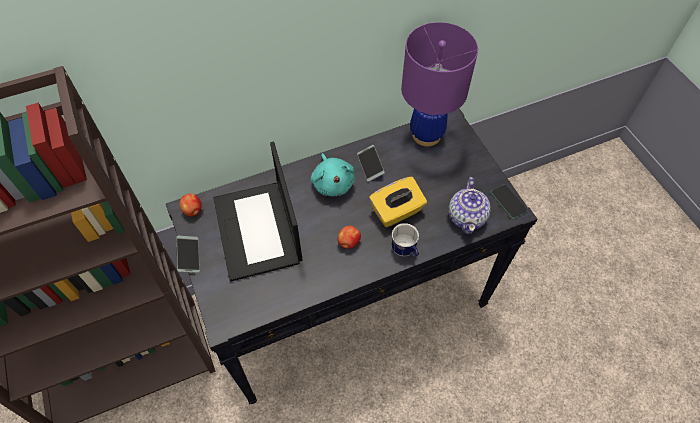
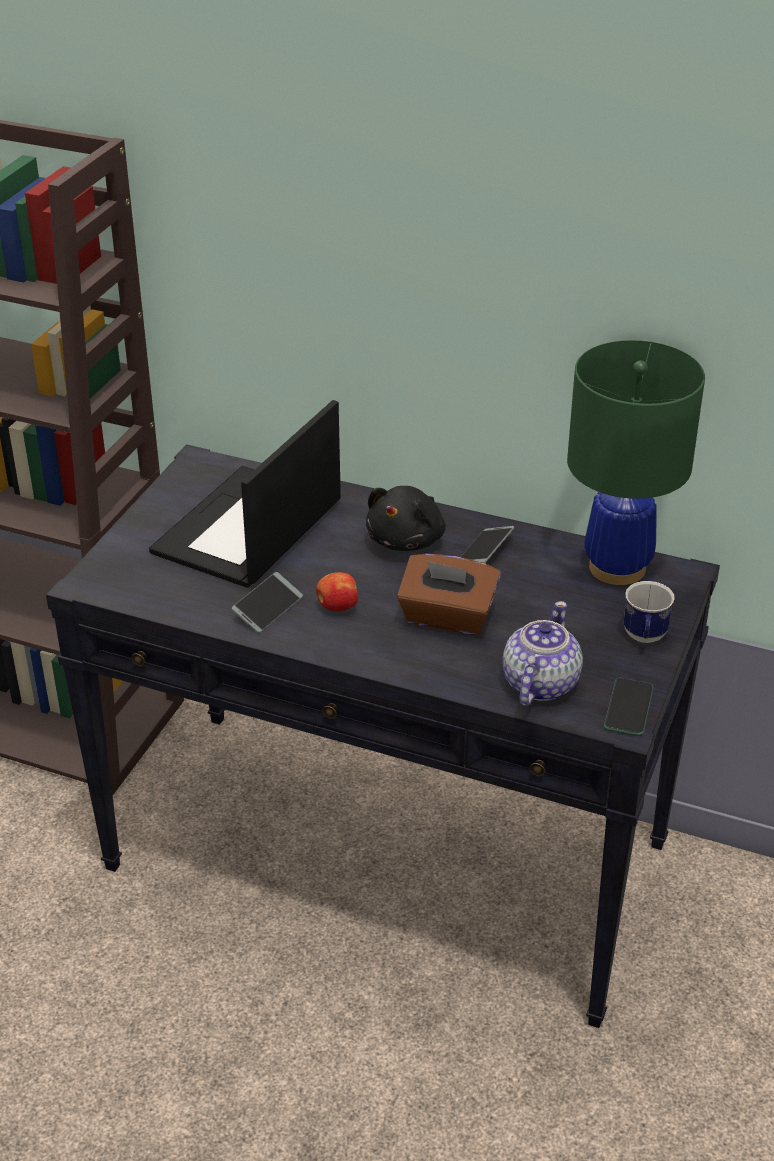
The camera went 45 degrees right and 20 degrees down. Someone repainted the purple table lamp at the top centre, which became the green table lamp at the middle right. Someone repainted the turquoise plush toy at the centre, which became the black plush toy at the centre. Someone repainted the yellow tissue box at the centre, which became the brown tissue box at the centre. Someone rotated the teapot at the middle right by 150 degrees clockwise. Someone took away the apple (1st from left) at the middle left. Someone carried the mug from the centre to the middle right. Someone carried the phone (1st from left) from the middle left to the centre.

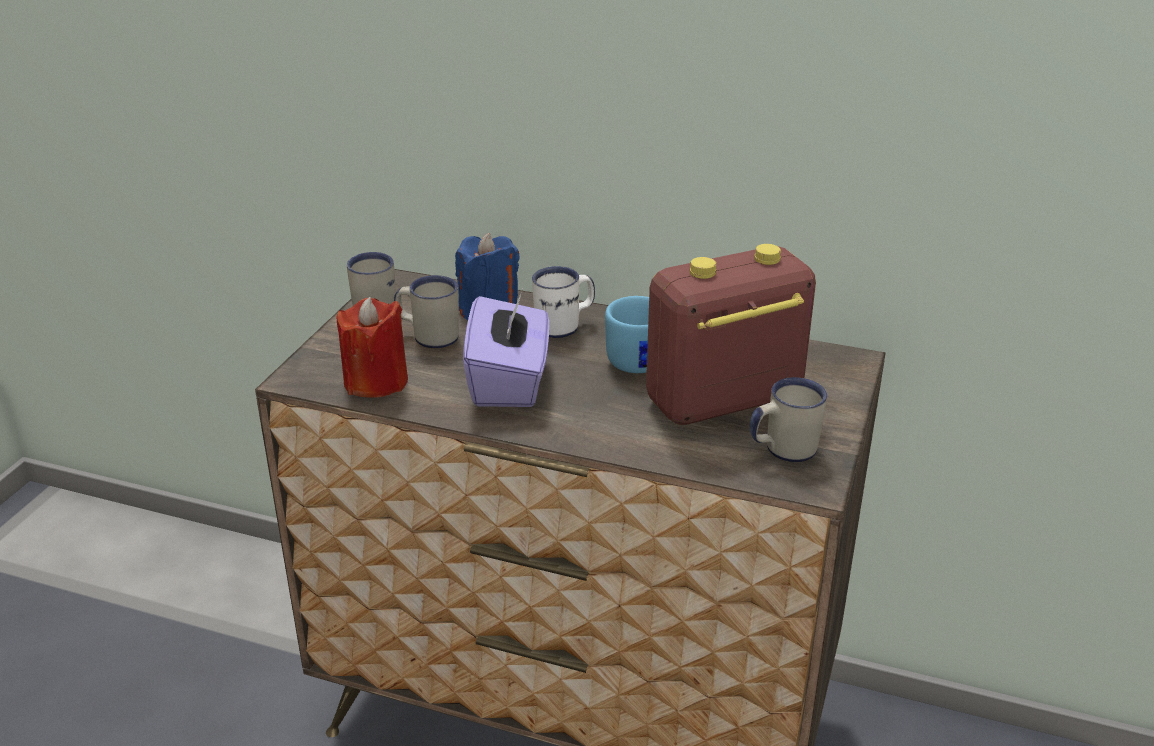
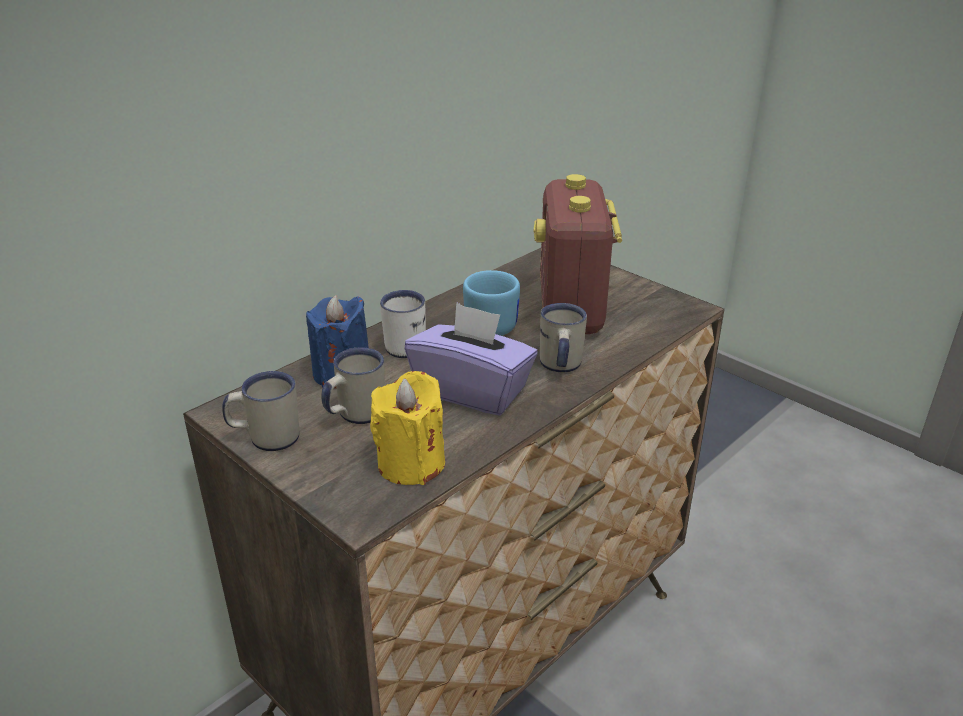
The camera went 65 degrees left and 0 degrees up. Someone repainted the red candle at the middle left, which became the yellow candle at the centre. Someone carried the white mug (4th from left) from the middle right to the centre.

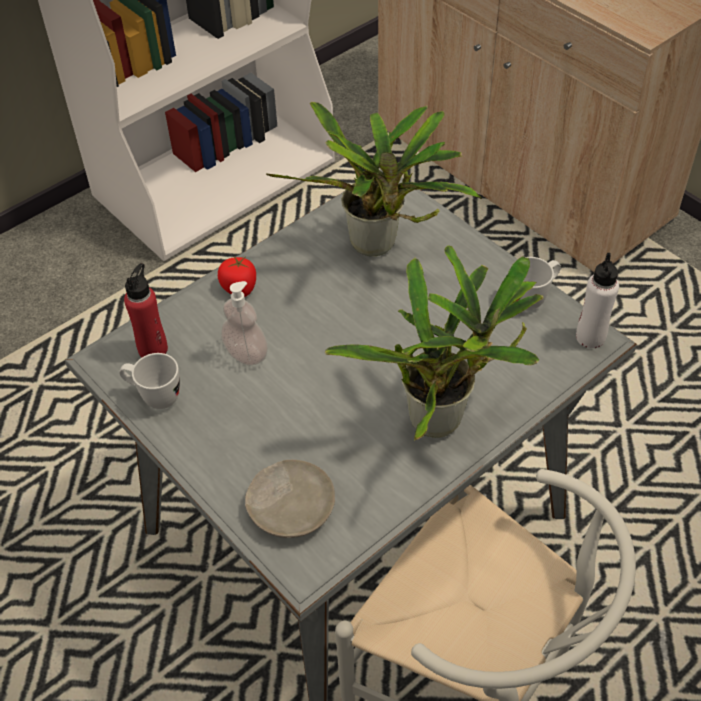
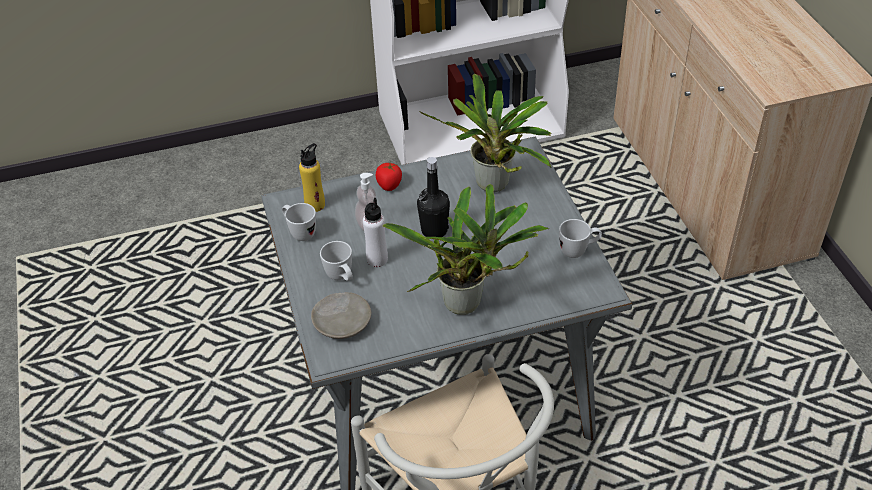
The camera went 25 degrees right and 5 degrees down. Someone carried the white bottle from the middle right to the centre. Someone repainted the red bottle at the middle left, which became the yellow bottle at the centre. Someone put down the black bottle at the centre. Someone put down the white mug (2nd from left) at the centre.

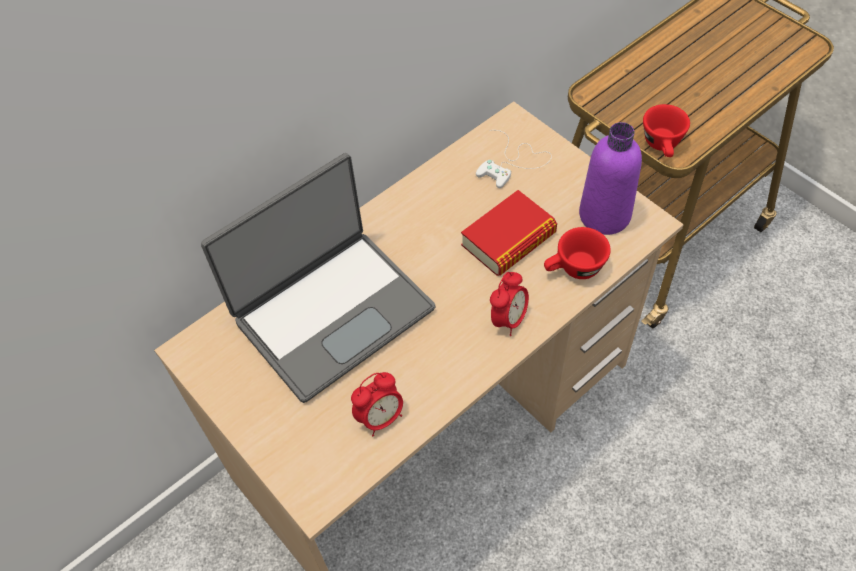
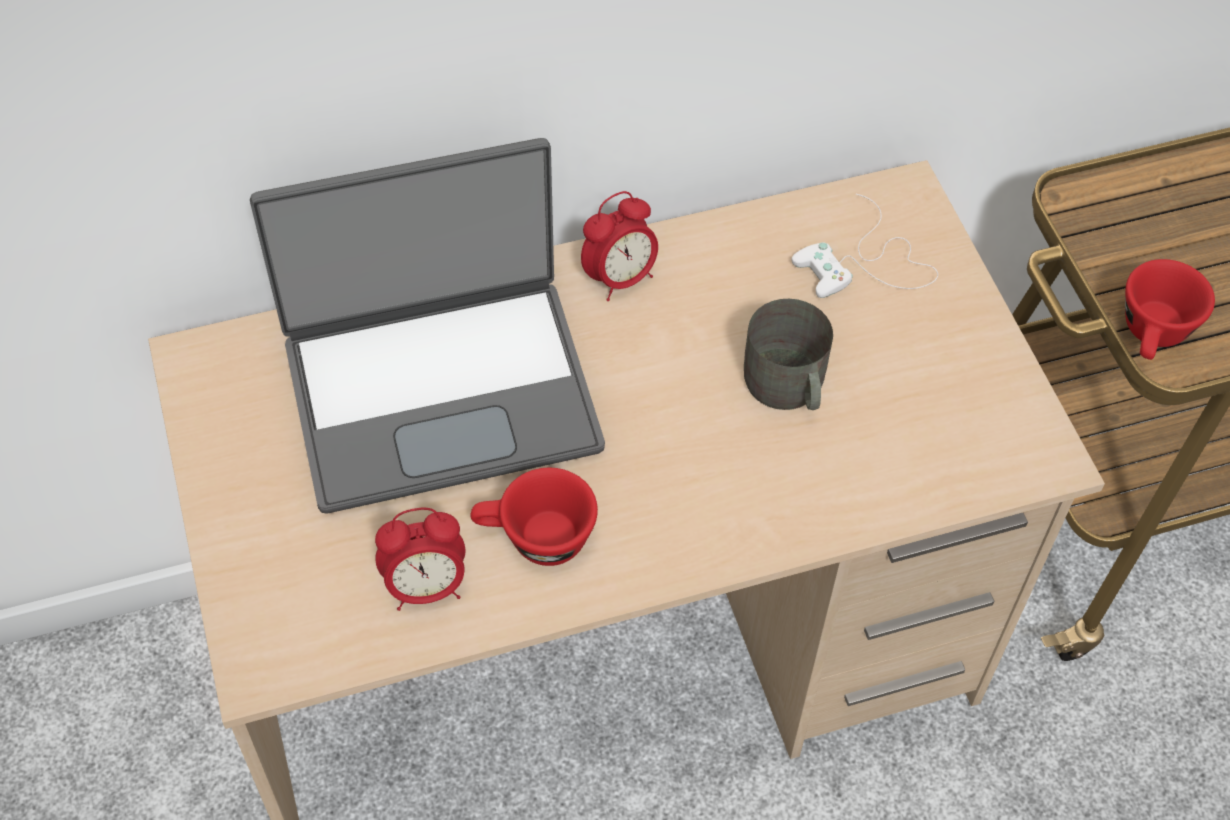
The camera went 20 degrees right and 0 degrees up. Someone took away the purple bottle at the top right. Someone swapped the book at the centre for the grey mug at the centre. Someone carried the red cup (1st from left) from the middle right to the centre. Someone carried the alarm clock (2nd from left) from the centre to the top centre.

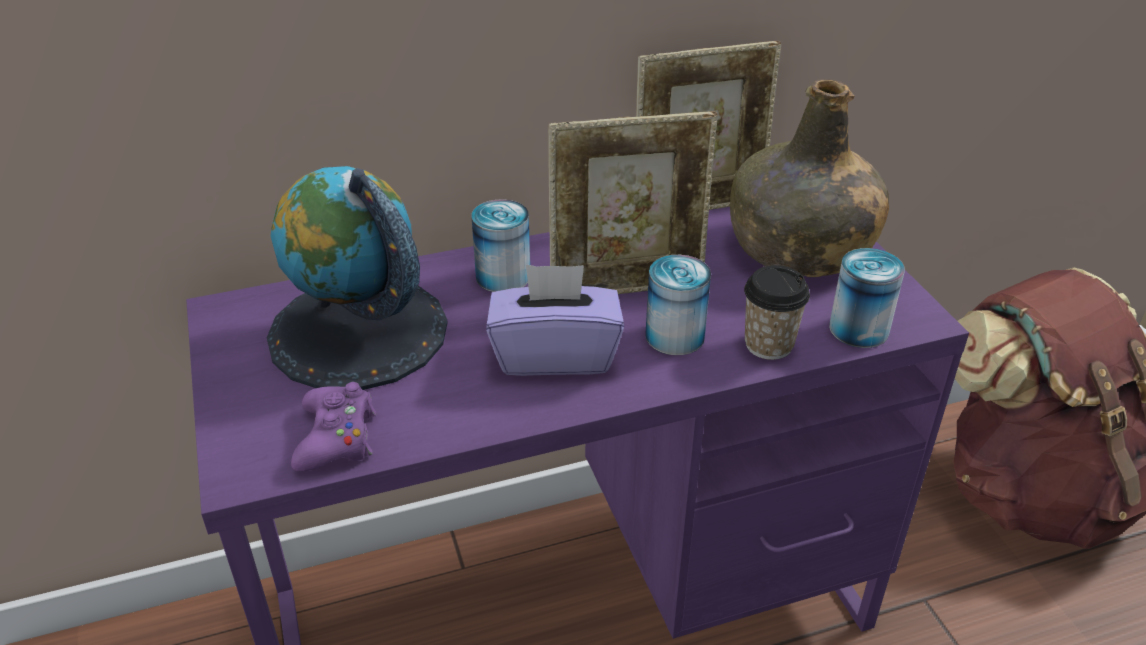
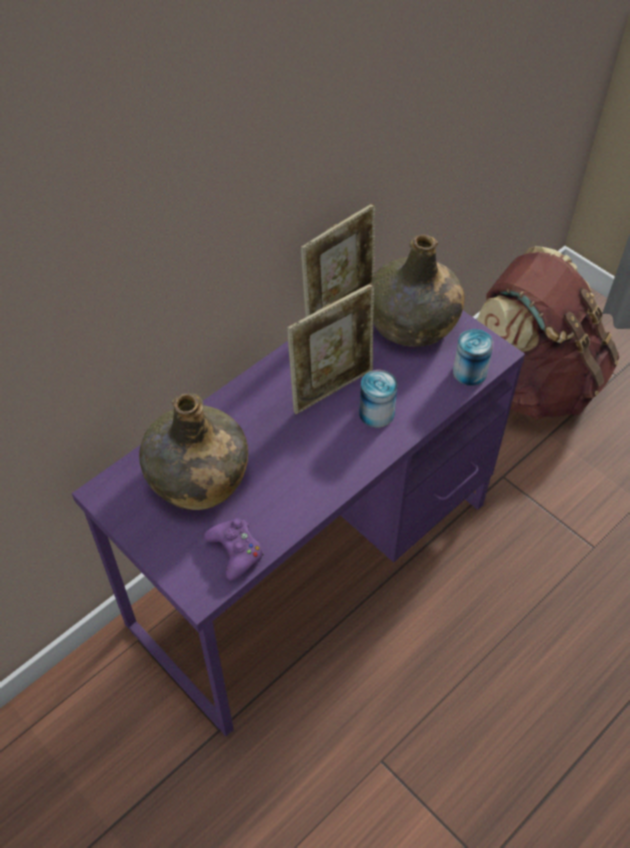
The camera went 25 degrees left and 15 degrees up. Someone swapped the globe at the middle left for the green bottle (1st from left) at the middle left. Someone took away the can (1st from left) at the centre. Someone took away the purple tissue box at the centre. Someone took away the cup at the middle right.

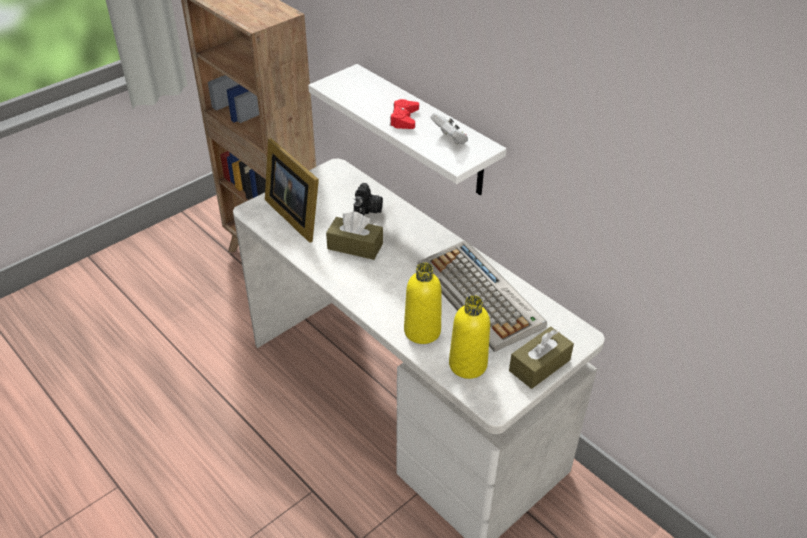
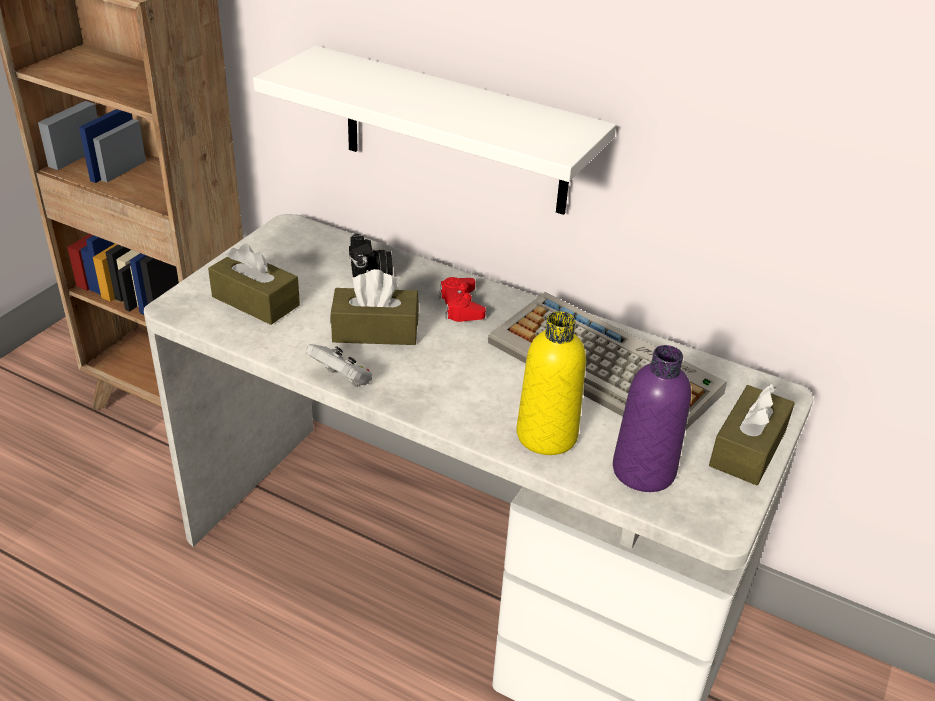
The camera went 20 degrees left and 5 degrees down. Someone carried the red game controller from the top centre to the centre. Someone carried the white game controller from the top centre to the centre. Someone swapped the picture frame at the centre for the brown tissue box (1st from left) at the middle left. Someone repainted the yellow bottle (2nd from left) at the centre, which became the purple bottle at the middle right.

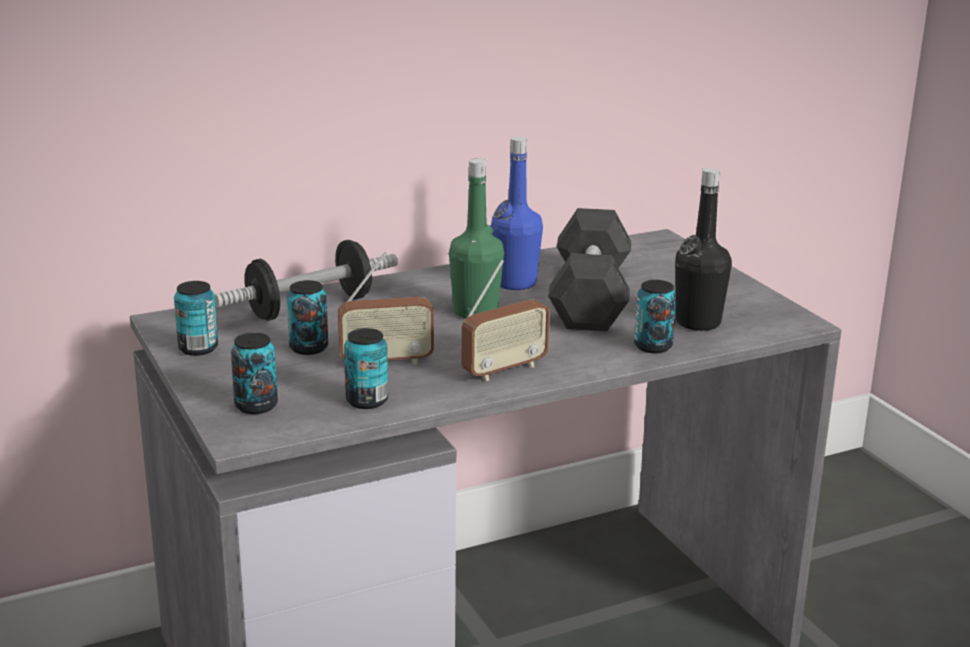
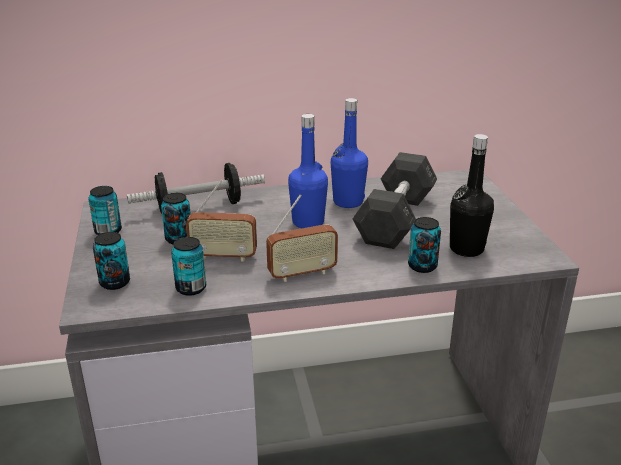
The camera went 15 degrees right and 5 degrees up. Someone repainted the green bottle at the centre, which became the blue bottle (1st from left) at the centre.

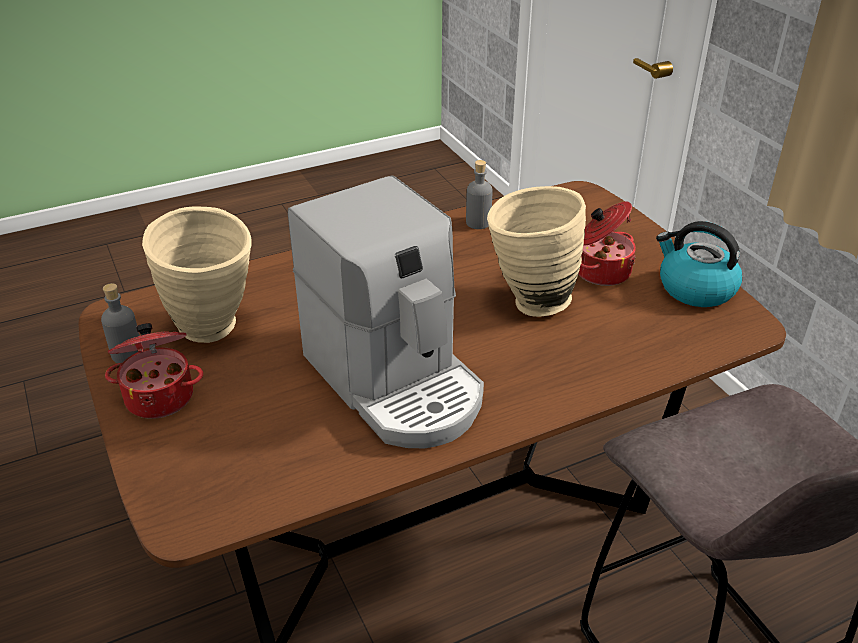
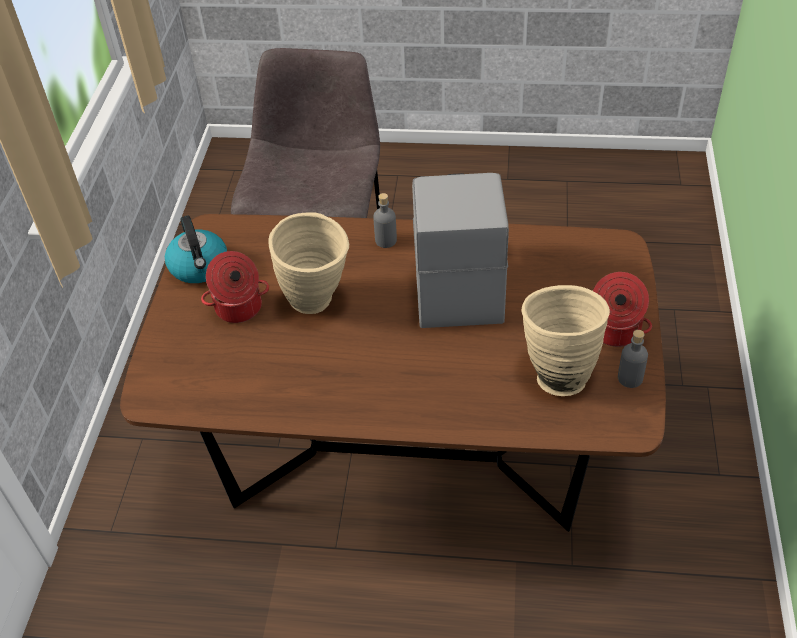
The camera went 145 degrees left and 10 degrees up. Someone carried the grey bottle (2nd from left in the first image) from the top centre to the centre.

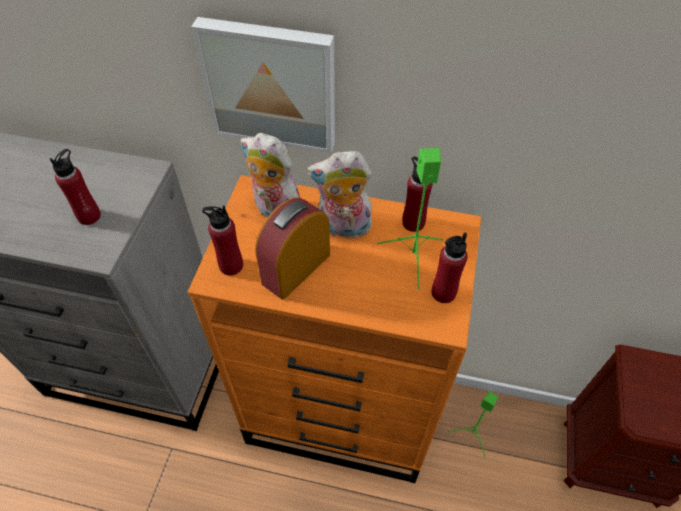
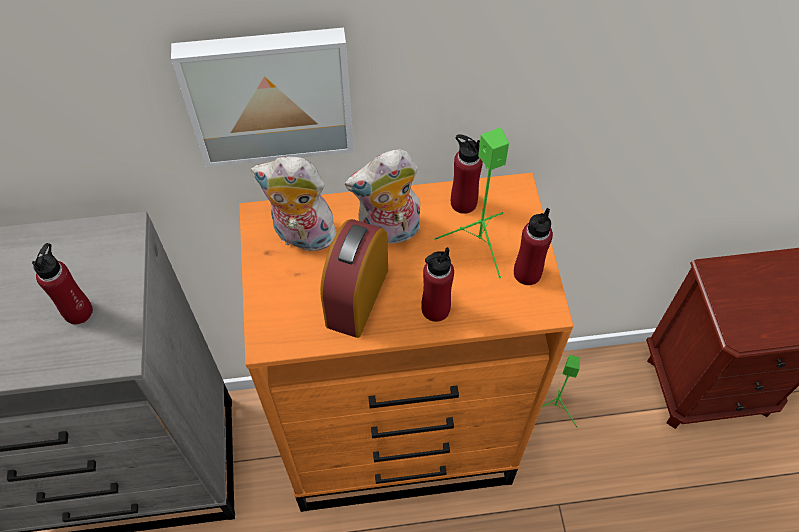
The camera went 20 degrees left and 5 degrees up. Someone carried the red bottle (2nd from left) from the middle left to the centre.

